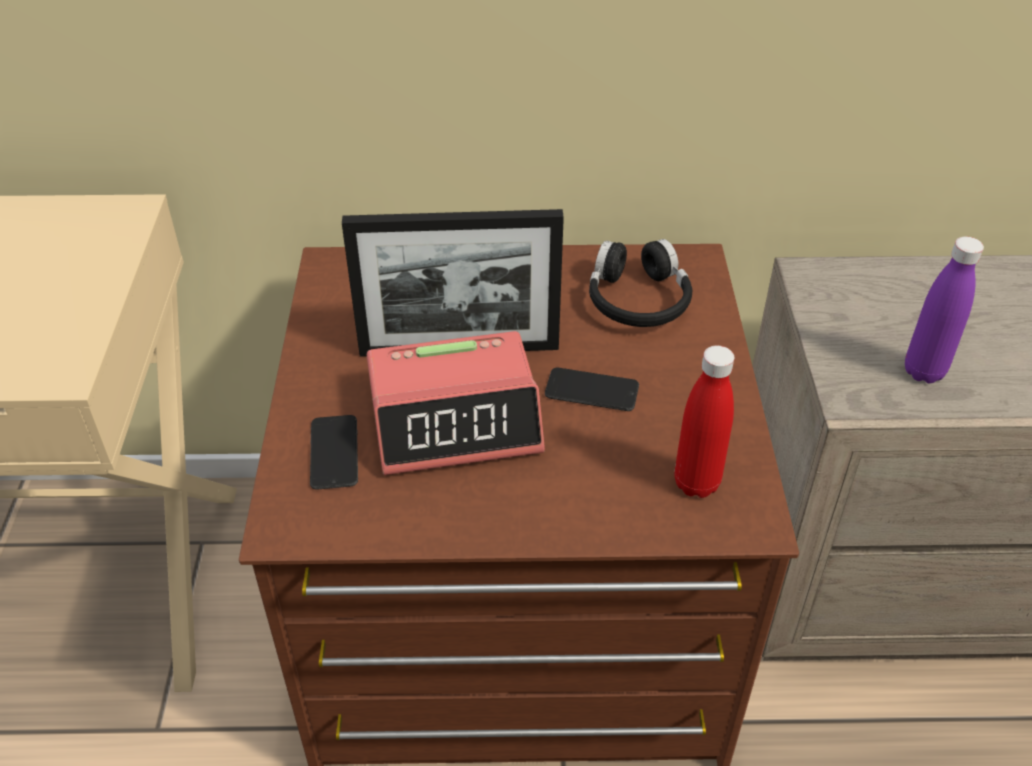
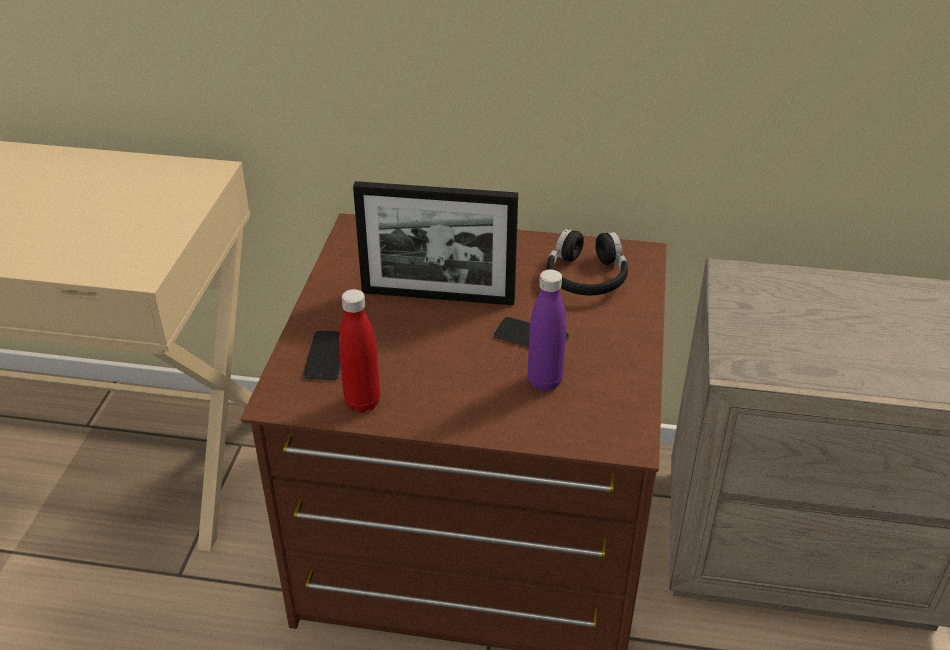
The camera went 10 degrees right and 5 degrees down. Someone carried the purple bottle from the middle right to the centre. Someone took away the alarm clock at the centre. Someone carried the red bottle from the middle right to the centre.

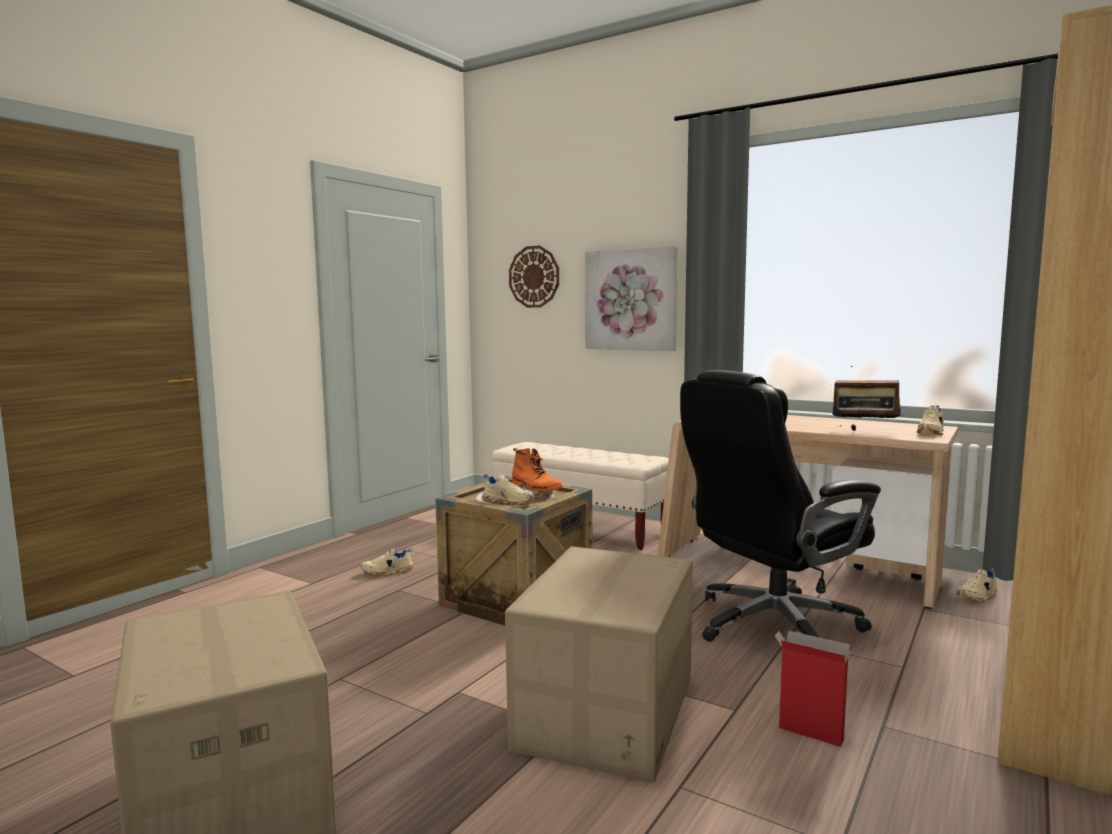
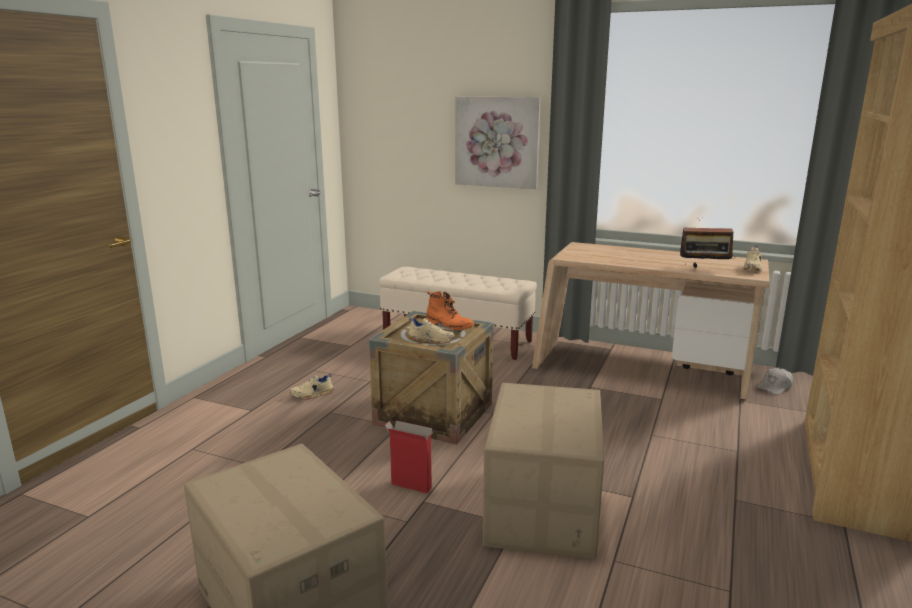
The camera went 10 degrees left and 10 degrees up. Someone took away the wall clock at the top centre. Someone took away the black office chair at the middle right. Someone swapped the beige shoe (4th from left) at the bottom right for the white cap at the middle right. Someone carried the cardboard box (3rd from left in the first image) from the bottom right to the bottom centre.

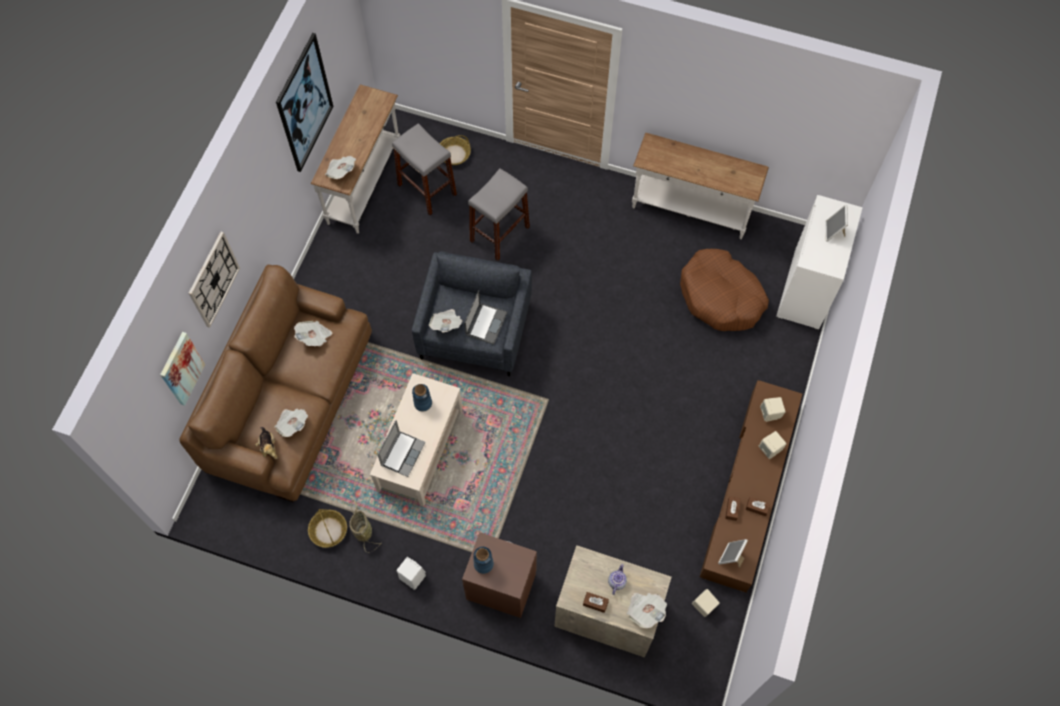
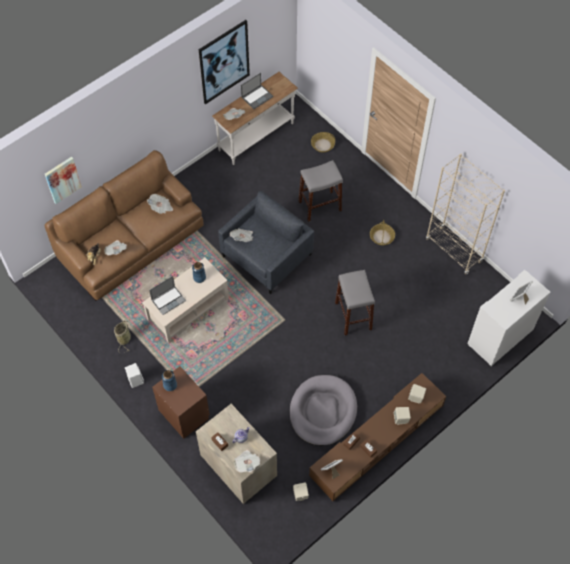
The camera went 30 degrees right and 5 degrees down. Someone carried the grey stool (1st from left in the first image) from the top centre to the centre. Someone swapped the white console table (2nd from left) at the top centre for the beige bookcase at the middle right. Someone took away the wall clock at the middle left. Someone took away the brown dog bed at the middle right. Someone carried the laptop (2nd from left) from the centre to the top centre. Someone carried the basket (1st from left in the first image) from the bottom left to the middle right. Someone put down the grey dog bed at the bottom centre.

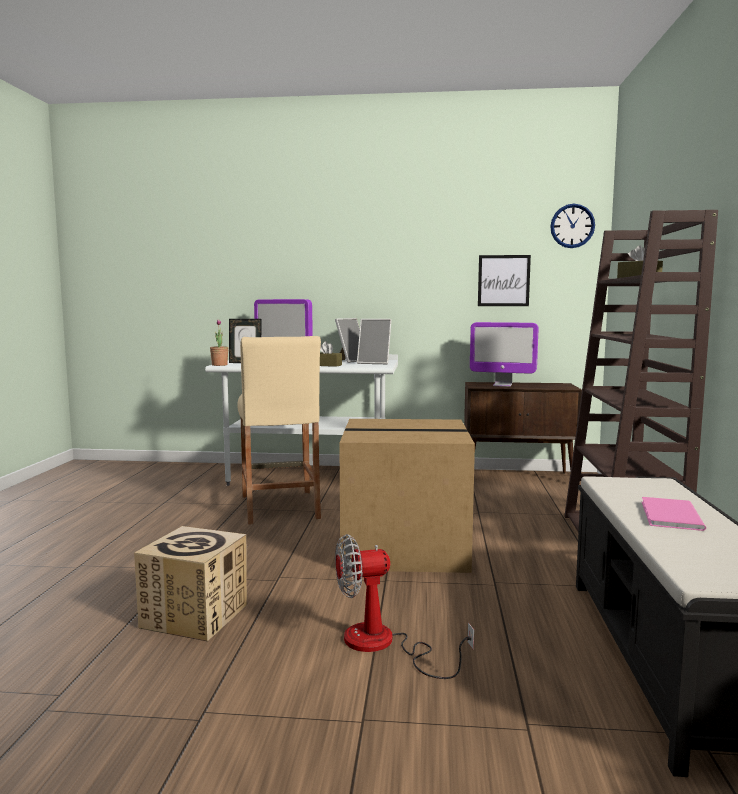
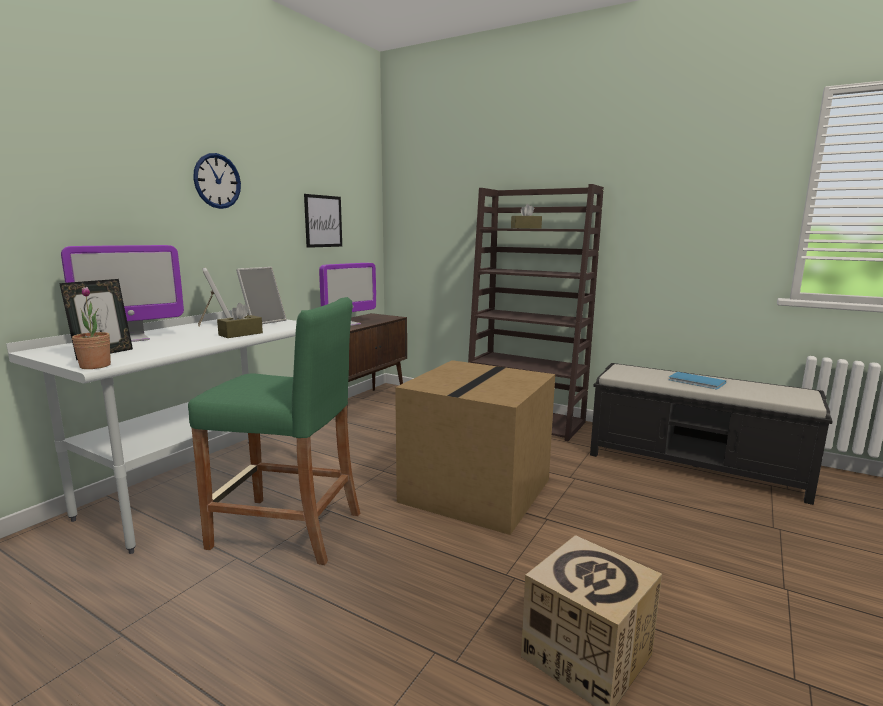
The camera went 65 degrees left and 5 degrees up. Someone carried the wall clock from the top right to the top left. Someone repainted the beige stool at the centre, which became the green stool at the middle left. Someone repainted the pink book at the middle right, which became the blue book at the middle right. Someone took away the fan at the bottom centre.

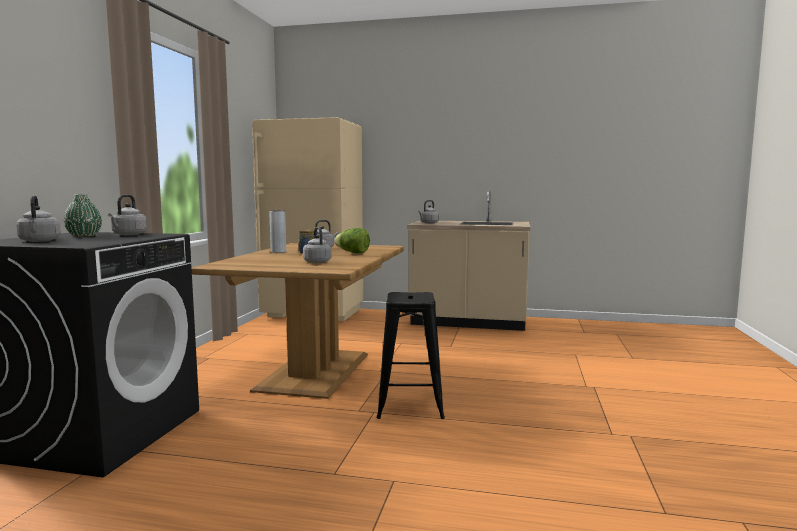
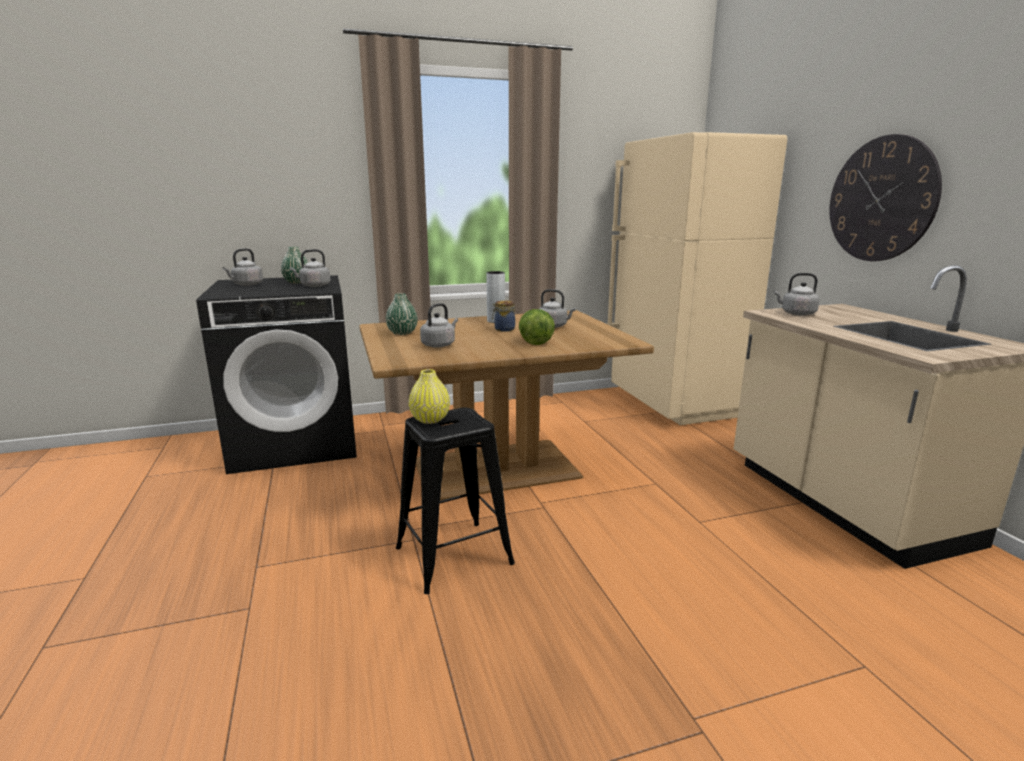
The camera went 60 degrees right and 10 degrees up. Someone put up the wall clock at the top right. Someone put down the green vase (2nd from left) at the centre. Someone put down the yellow vase at the centre.

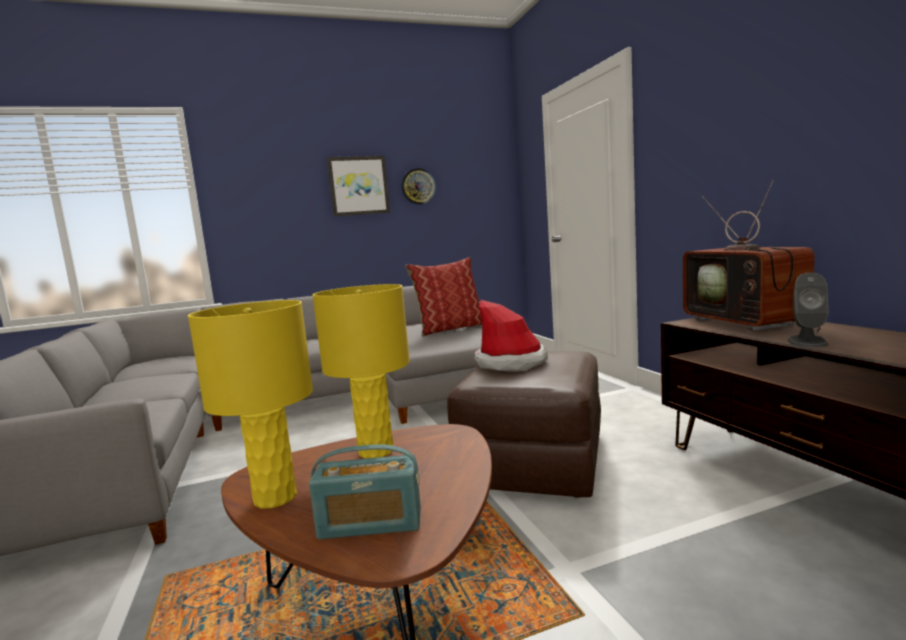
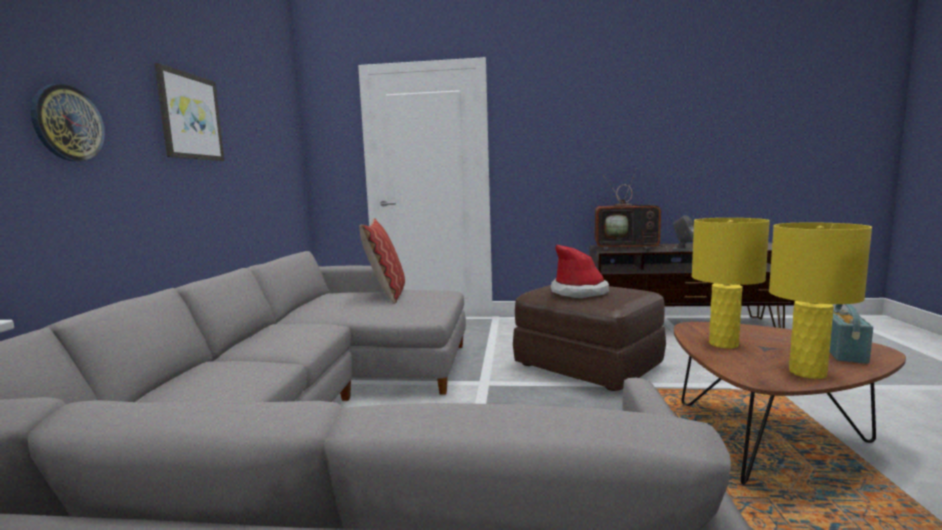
The camera went 65 degrees left and 0 degrees up. Someone carried the wall clock from the top centre to the top left.

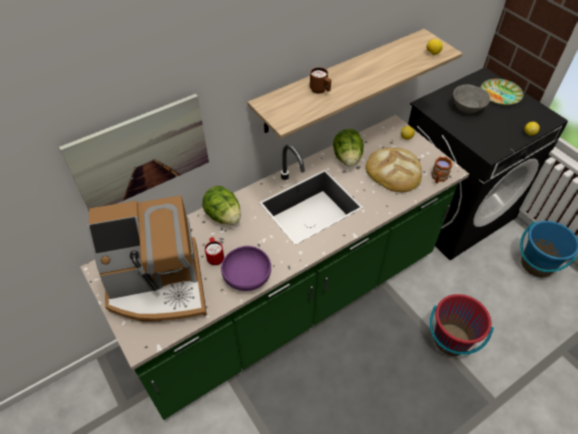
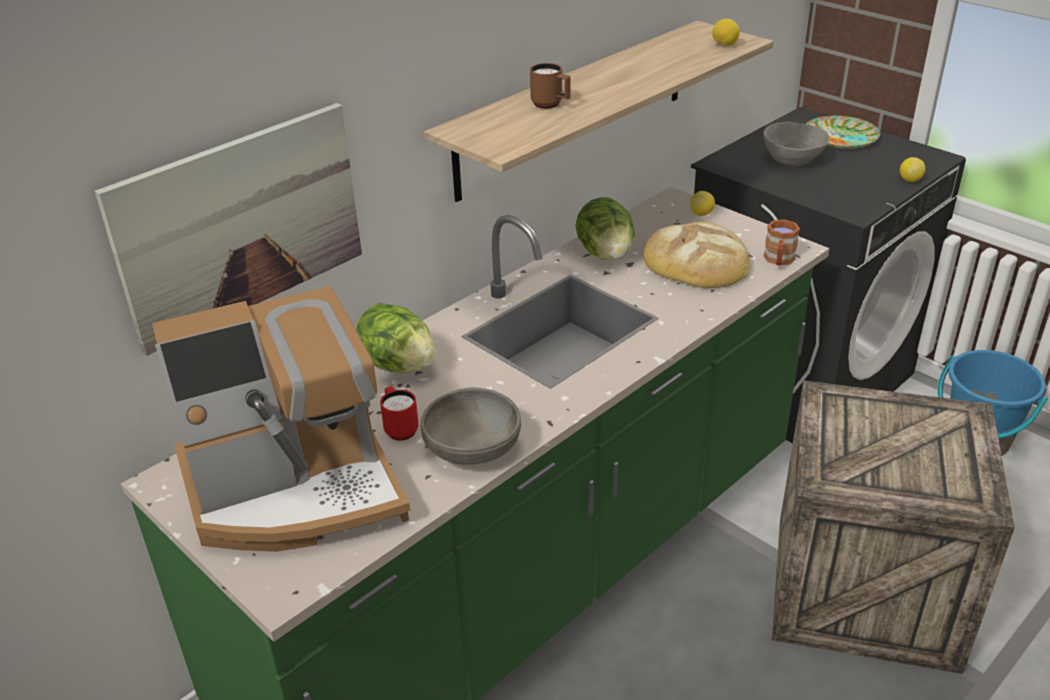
The camera went 10 degrees left and 15 degrees down. Someone repainted the purple bowl at the centre, which became the grey bowl (1st from left) at the centre. Someone swapped the red bucket at the bottom right for the crate at the bottom right.

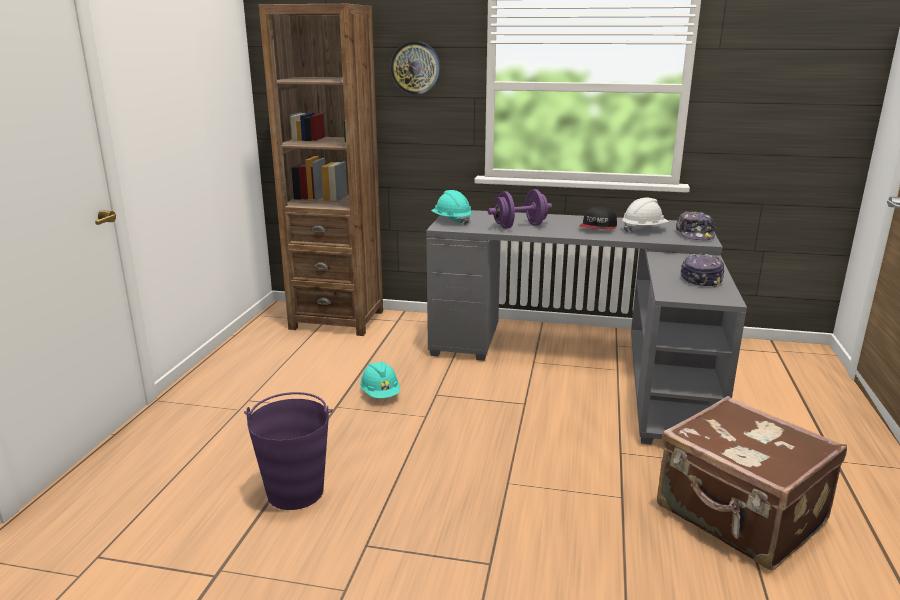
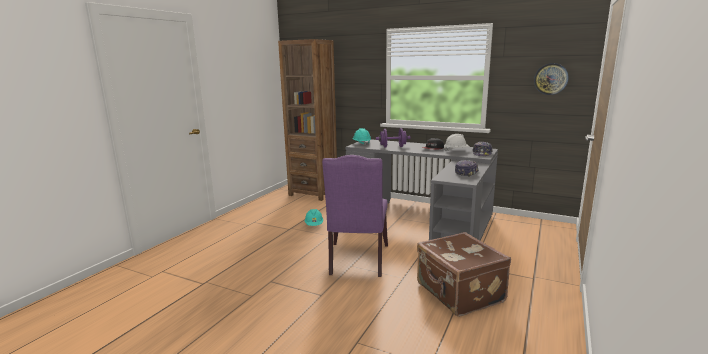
The camera went 15 degrees right and 5 degrees down. Someone carried the wall clock from the top centre to the top right. Someone took away the purple bucket at the bottom left. Someone put down the purple chair at the centre.

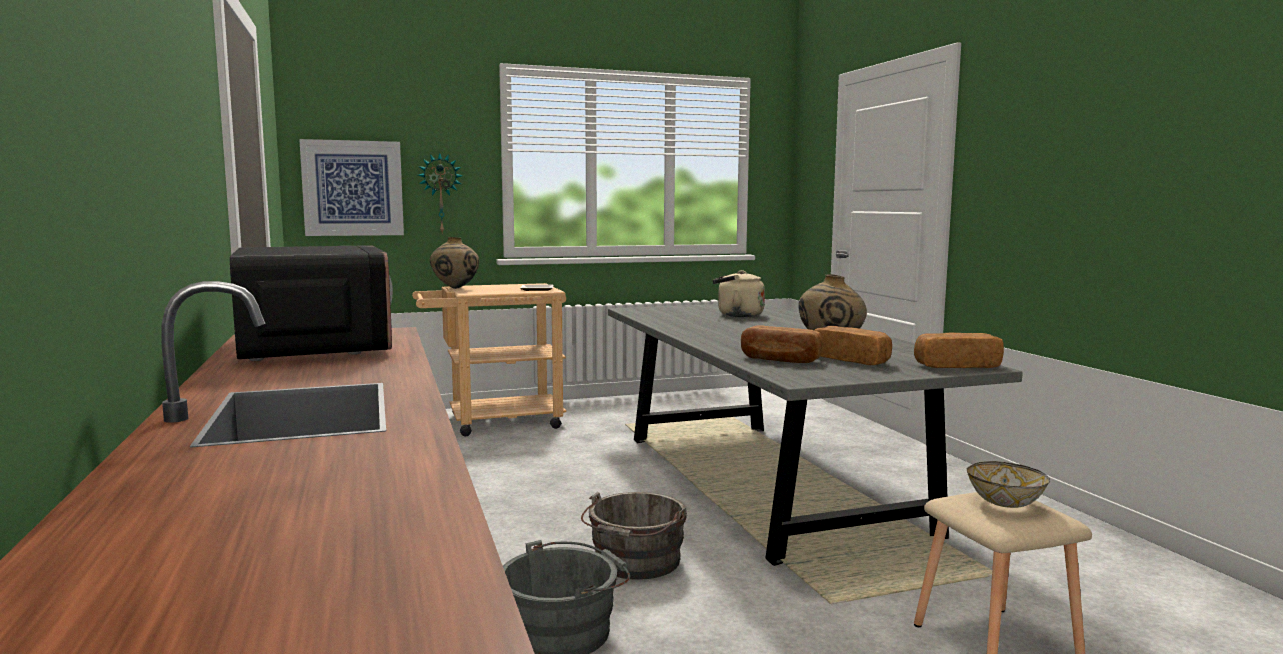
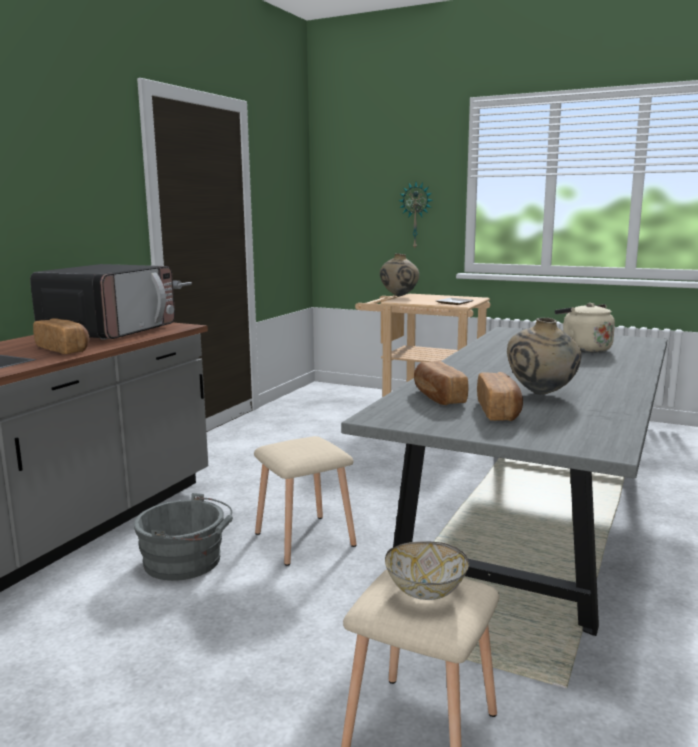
The camera went 45 degrees right and 5 degrees up. Someone took away the picture at the top left. Someone carried the bread (3rd from left in the first image) from the middle right to the middle left. Someone swapped the grey bucket (2nd from left) at the bottom centre for the beige stool (1st from left) at the bottom centre.

